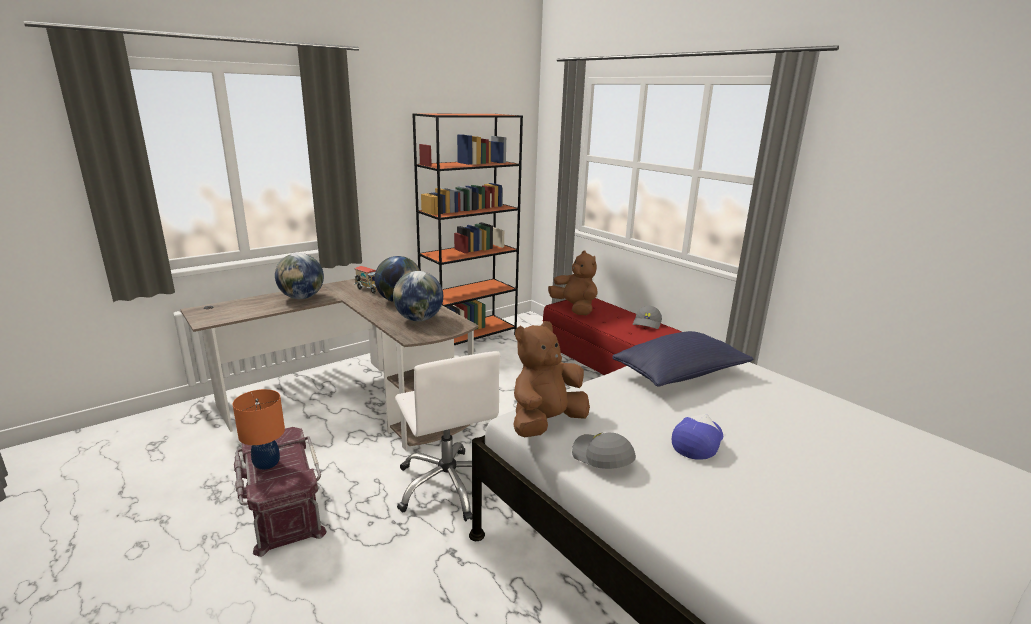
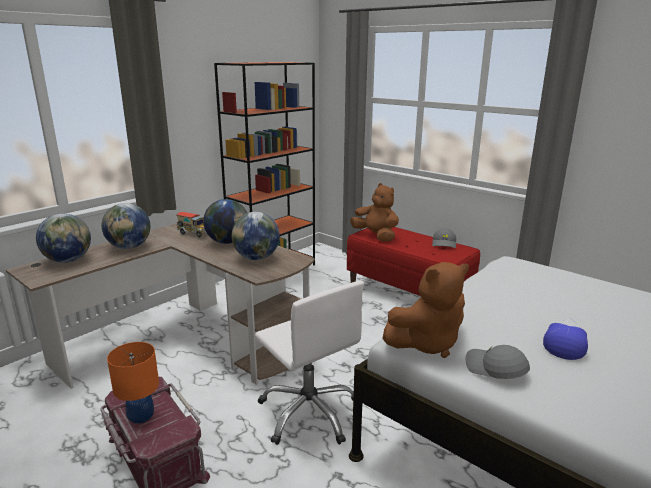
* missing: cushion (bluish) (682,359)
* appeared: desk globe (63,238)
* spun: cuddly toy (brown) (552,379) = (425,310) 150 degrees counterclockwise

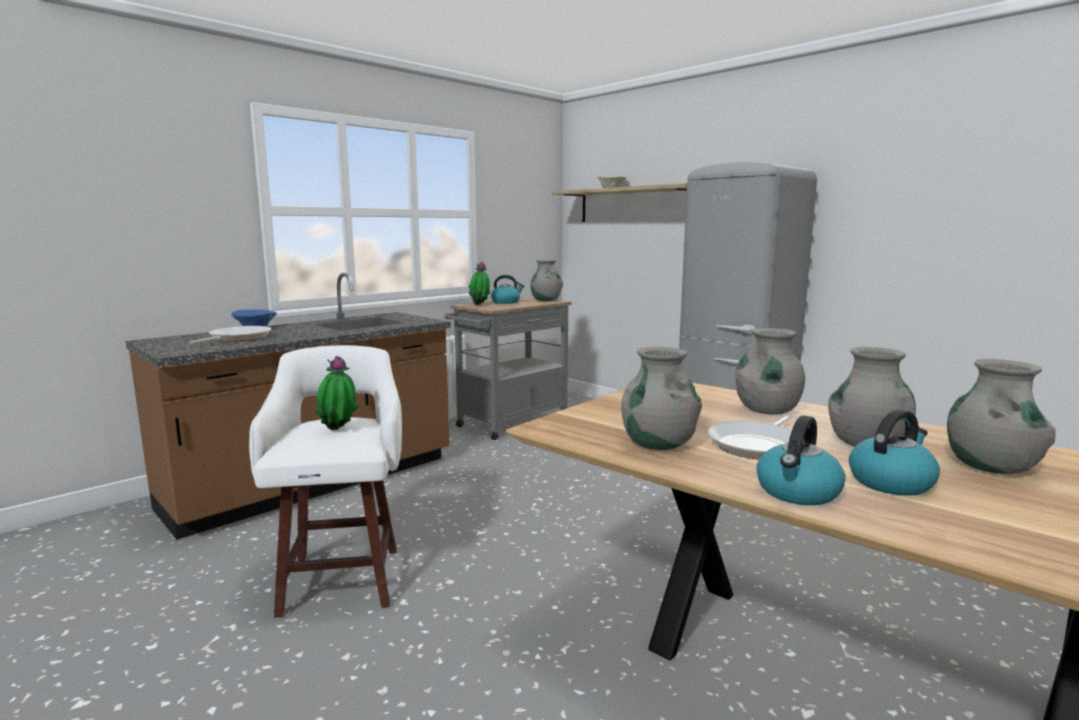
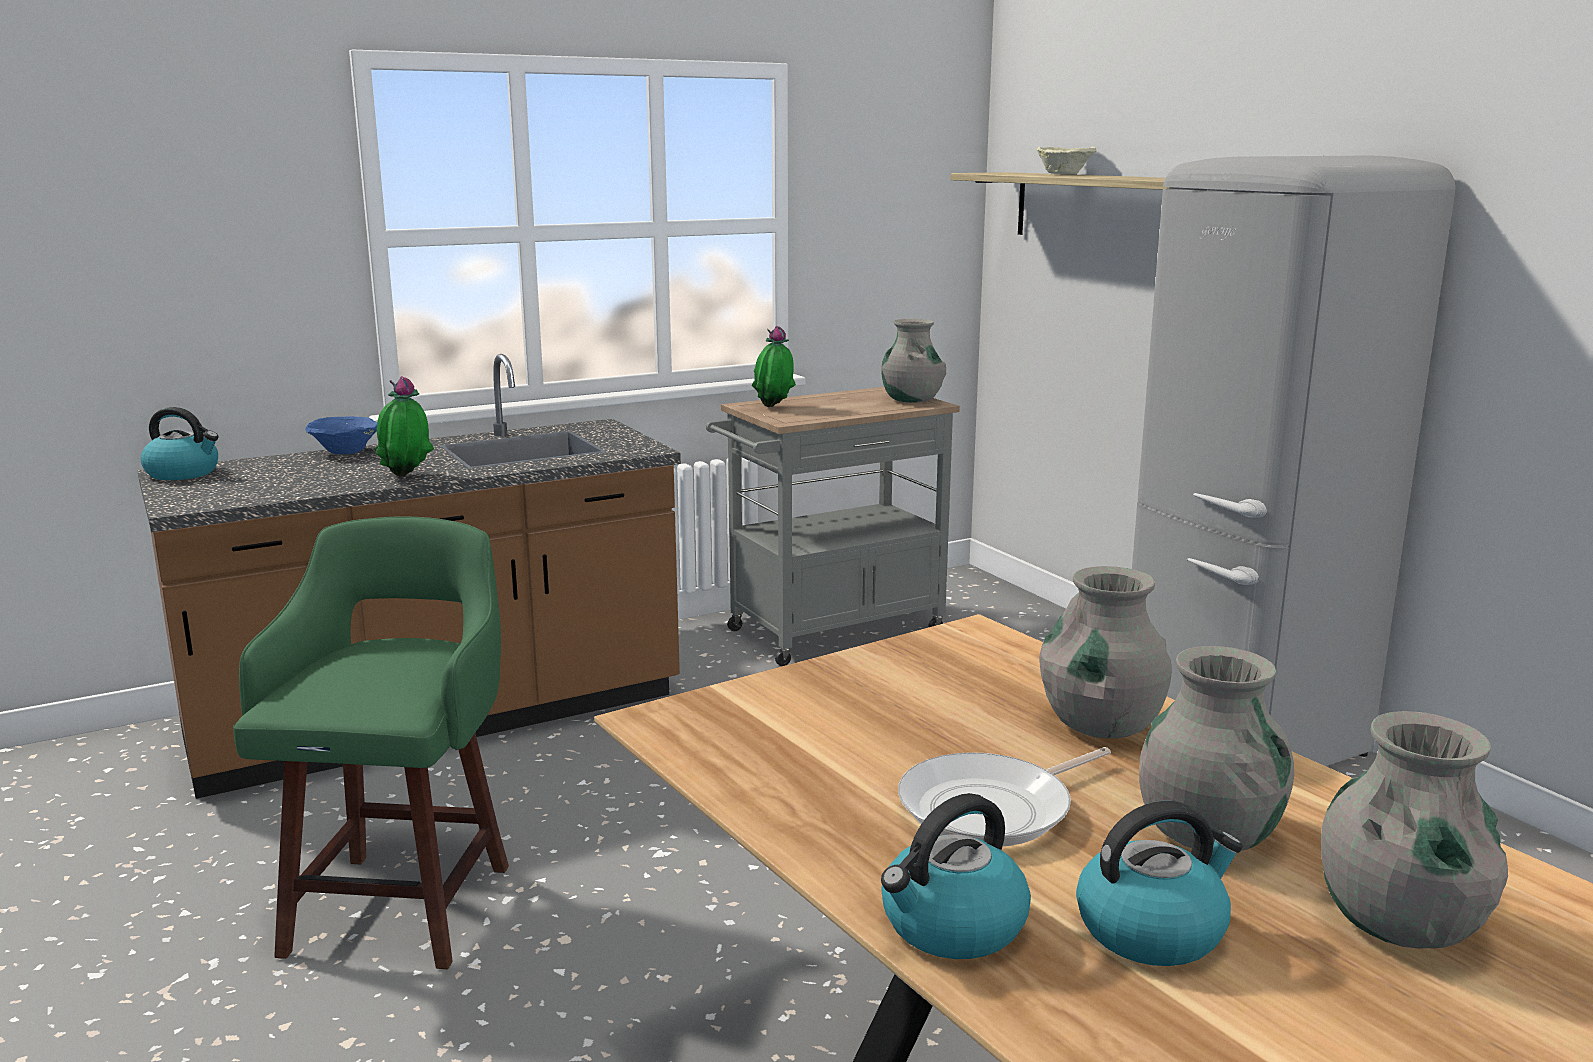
* missing: pan (230,335)
* missing: decorative vase (gray) (661,398)
* relocated: houseplant (337,393) to (404,426)
* relocated: tea kettle (507,289) to (180,443)
* colour: sitting stool (white-coloured) (325,481) to sitting stool (greenish) (371,742)

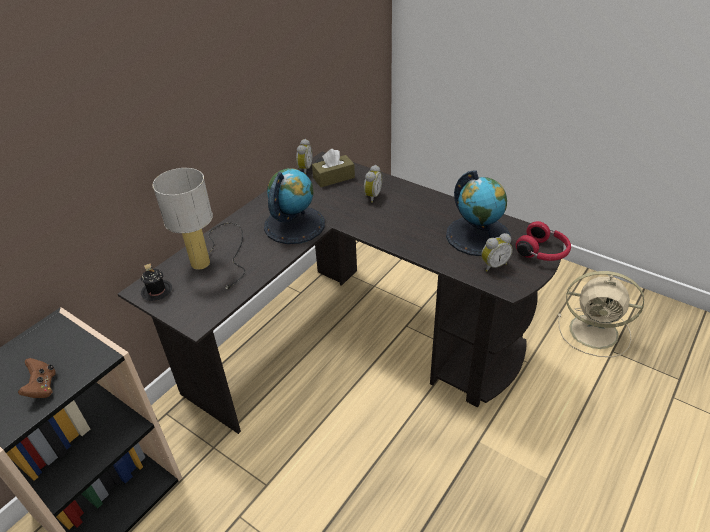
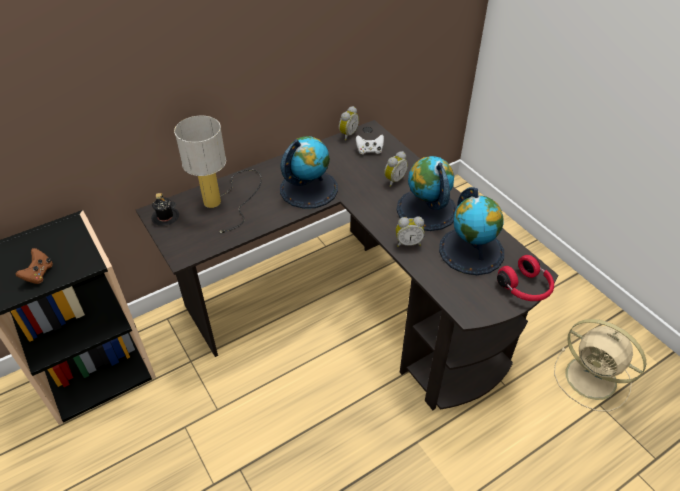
* appeared: desk globe (426,193)
* relocated: table clock (497,252) to (410,231)
* exchanged: tissue box (brown) (333,168) to gamepad (white-coloured) (370,144)

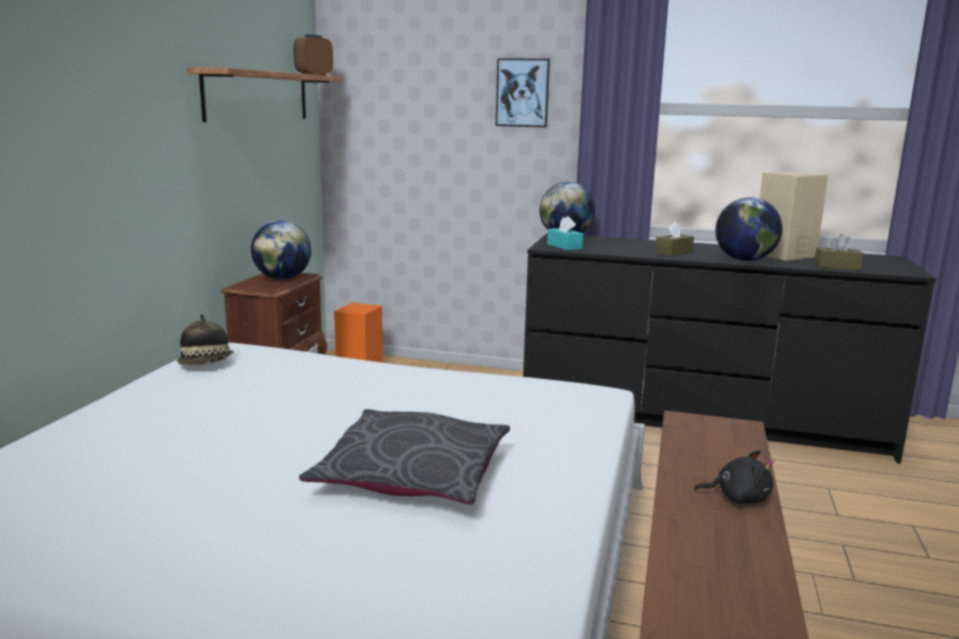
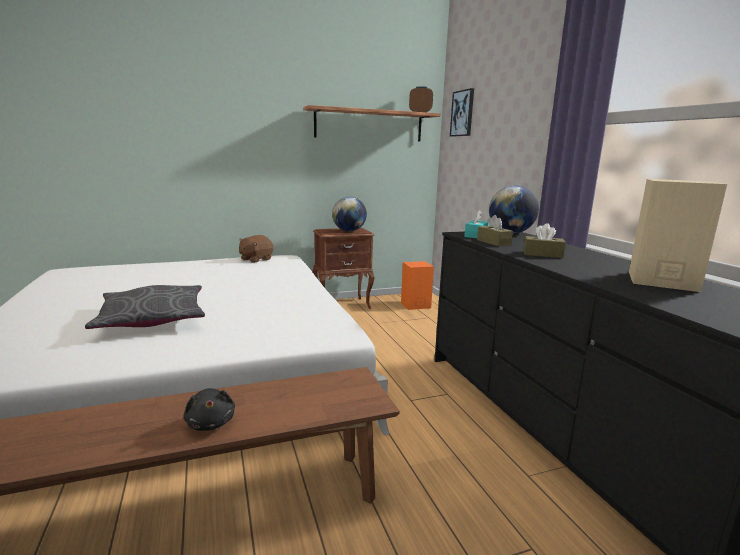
* missing: desk globe (749,229)
* relocated: wall picture (523,92) to (462,112)
* relocated: tissue box (brown) (839,252) to (495,230)
* exchanged: hat (205,339) to cuddly toy (brown) (256,249)

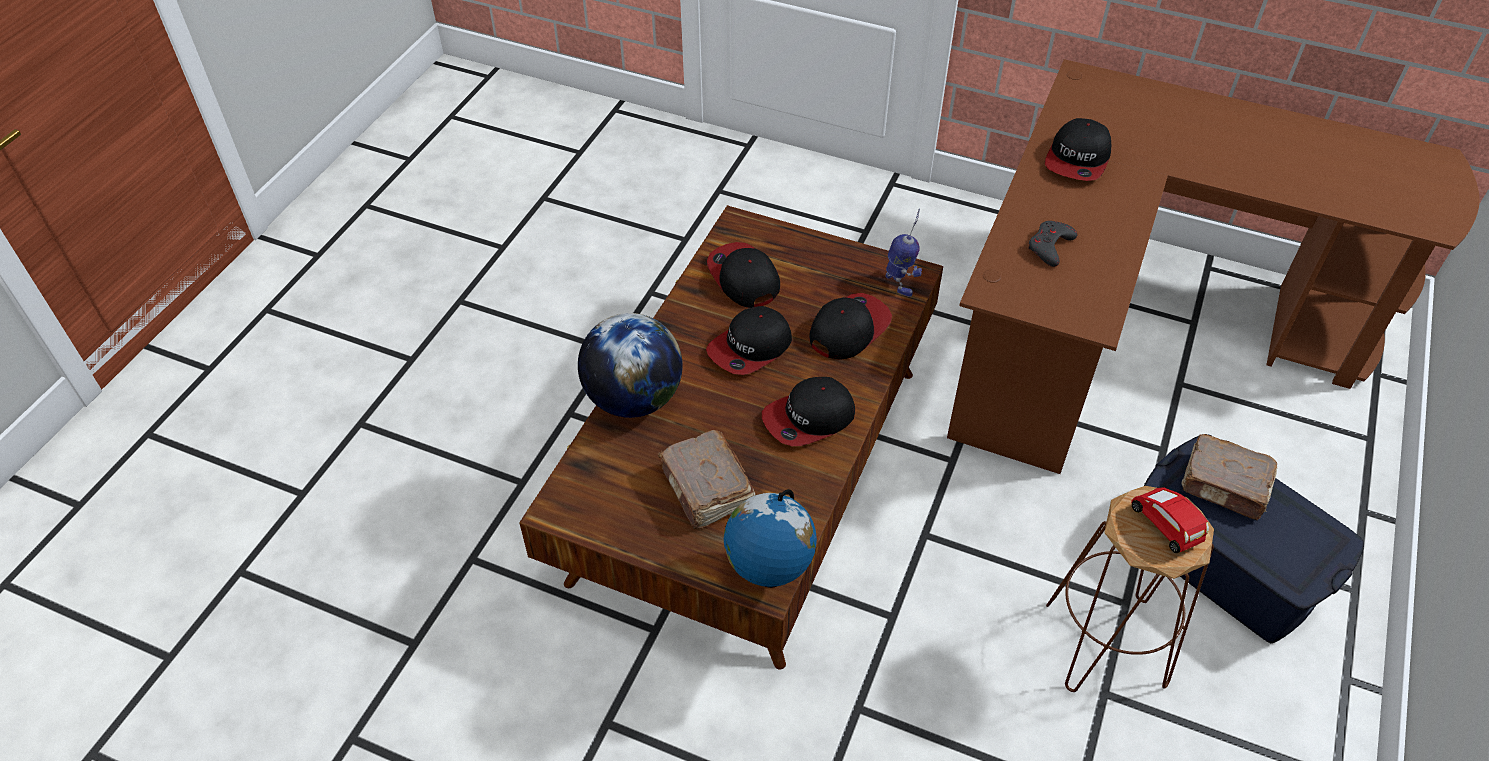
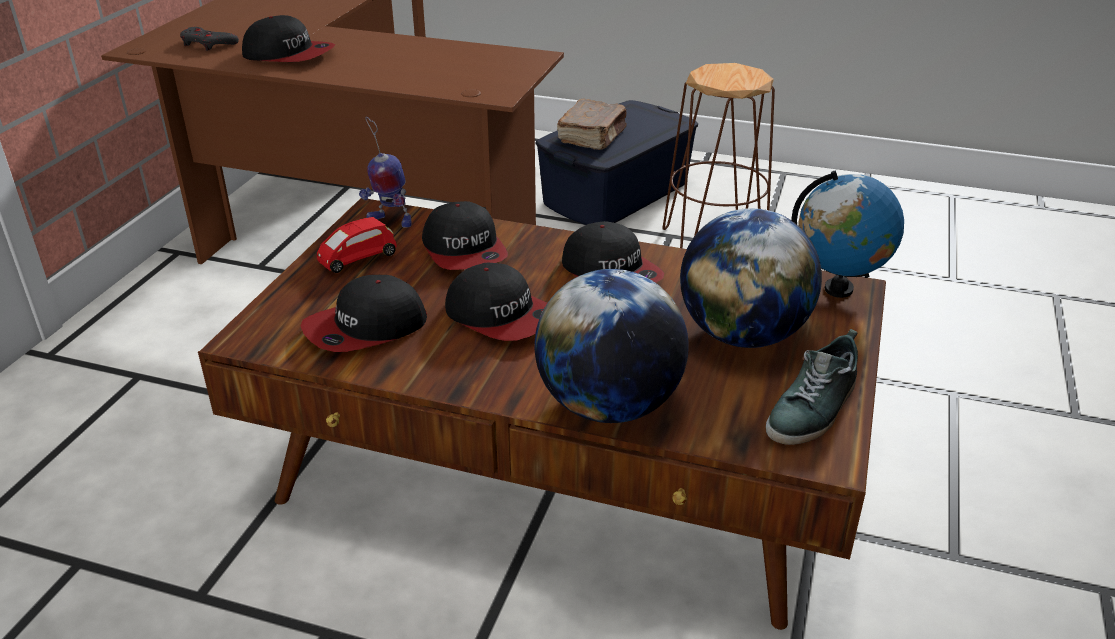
* appeared: item of footwear (812,387)
* relocated: gamepad (gray) (1052,244) to (209,39)
* relocated: miniature car (red-coloured) (1170,520) to (357,245)
* exchanged: volume (brown) (706,479) to desk globe (751,278)
* spun: peaked cap (850,326) = (465,235) 150 degrees counterclockwise
* spun: toy robot (903,253) = (385,171) 135 degrees counterclockwise

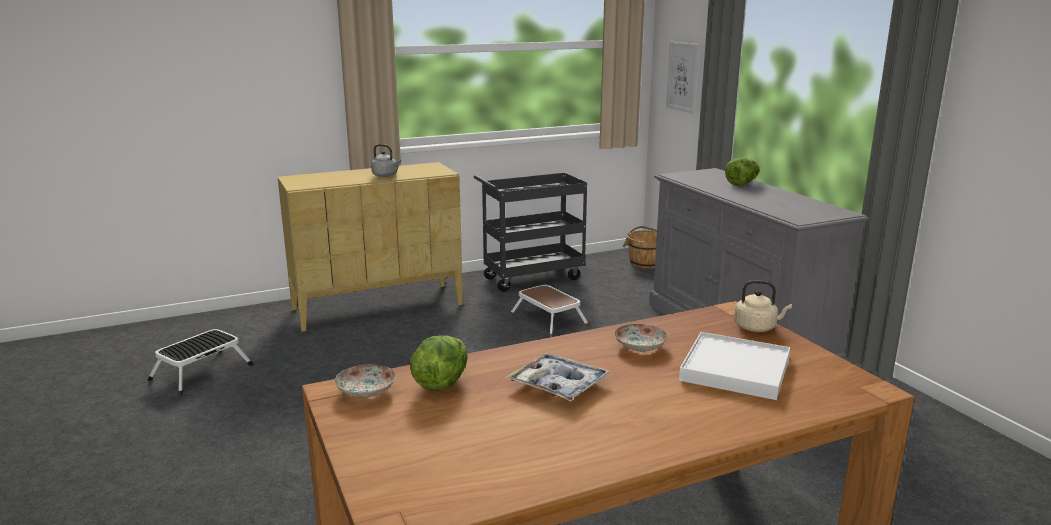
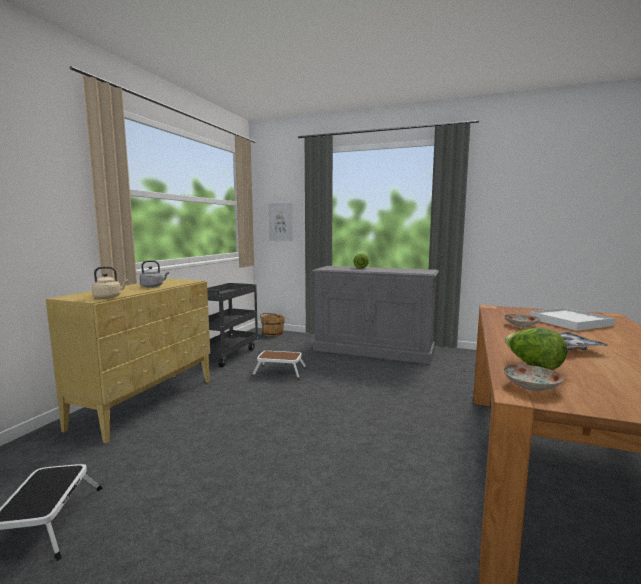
* relocated: tea kettle (beige) (763,306) to (110,283)

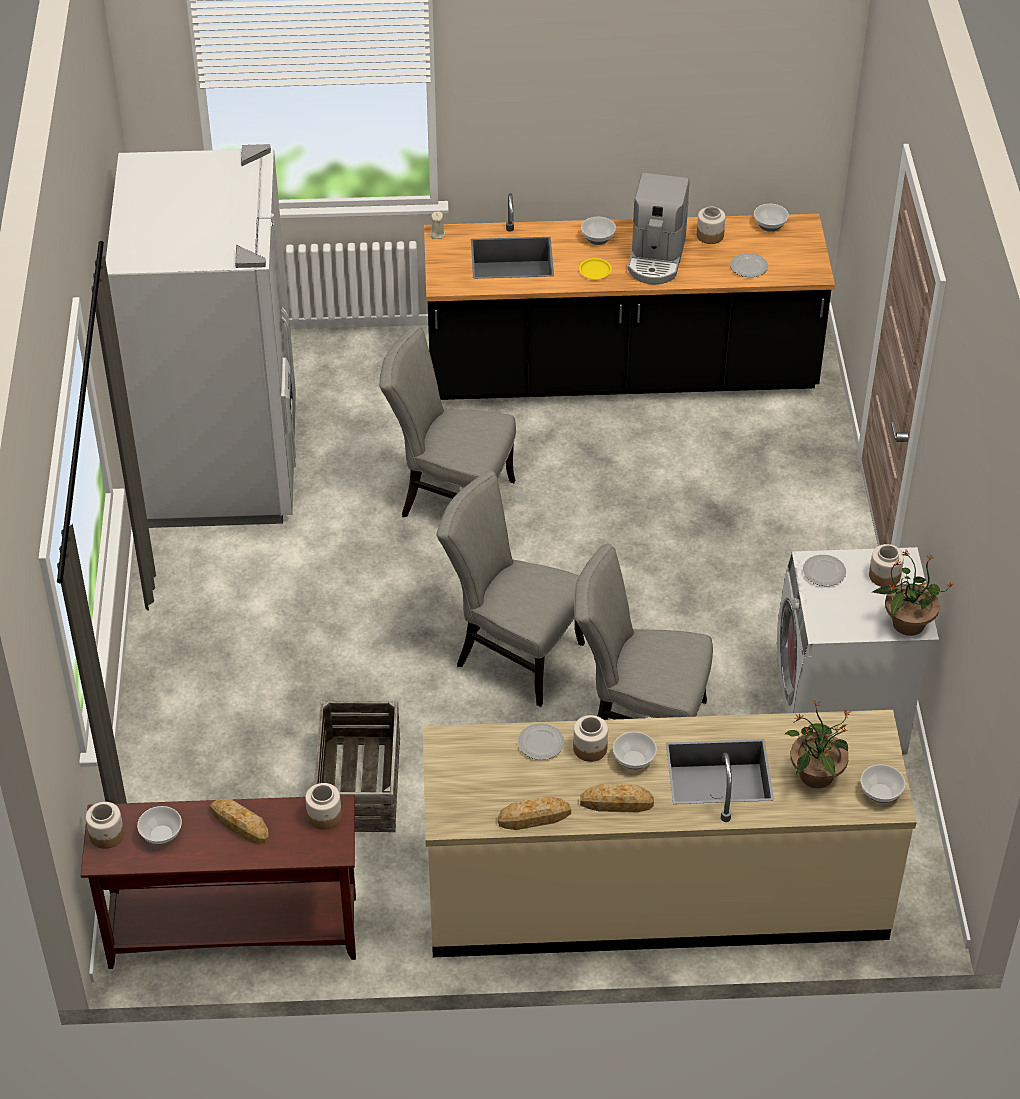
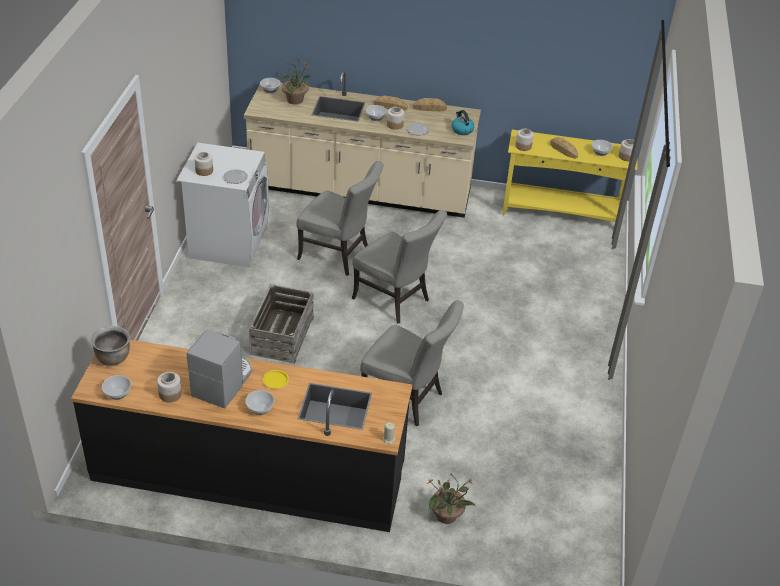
* missing: fridge (white-coloured) (201,336)
* missing: flat dish (749,265)
* appeared: stockpot (brown) (110,346)
* appeared: tea kettle (463,122)
* relocated: shipping crate (357,766) to (281,323)
* relocated: houseplant (913,593) to (451,498)
* colour: narrow table (brown) (218,882) to narrow table (yellow) (569,175)

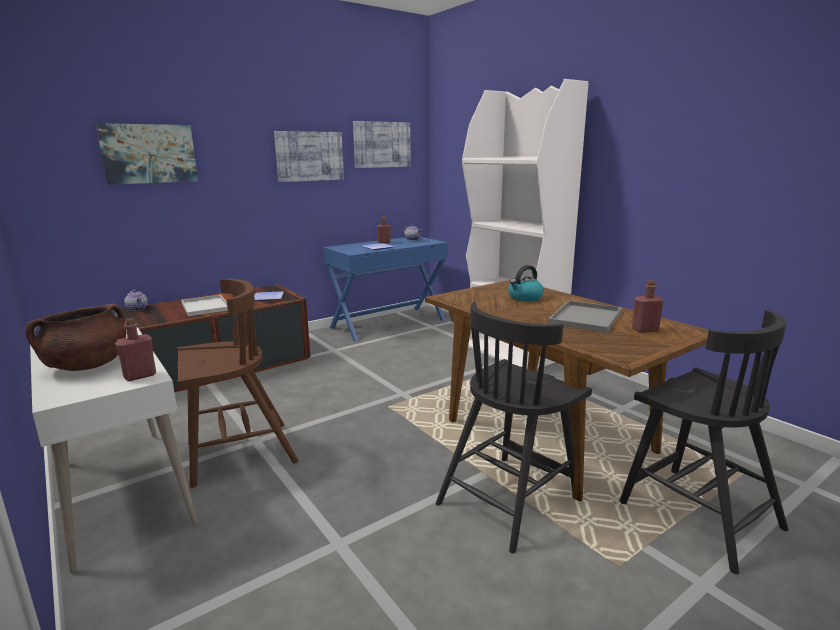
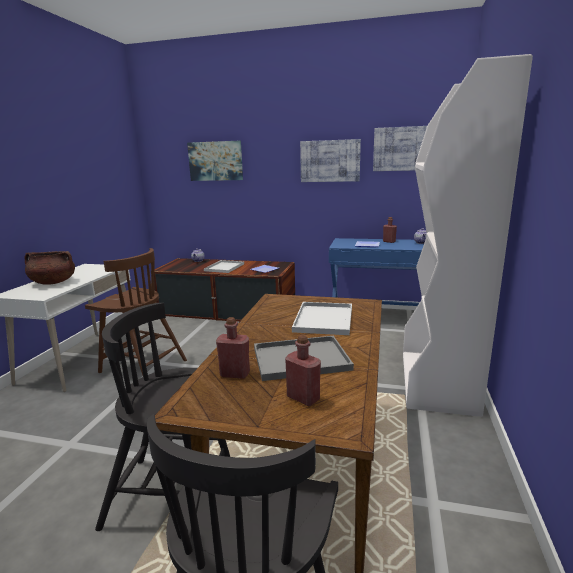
* relocated: beverage bottle (red-coloured) (135,349) to (233,348)
* exchanged: tea kettle (526,283) to tray (white-coloured) (322,318)

